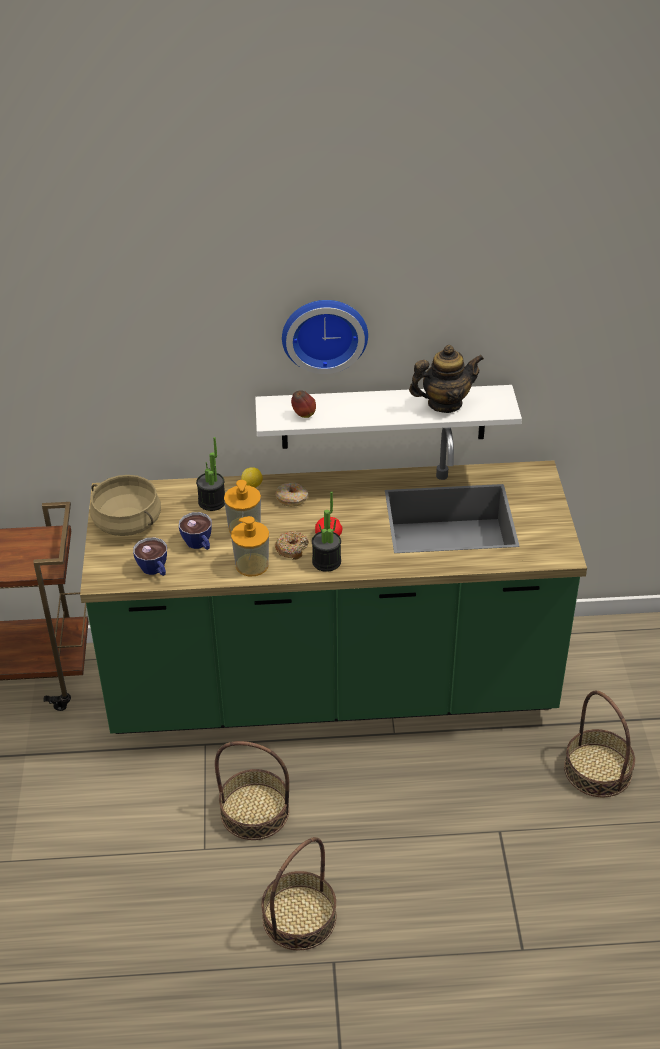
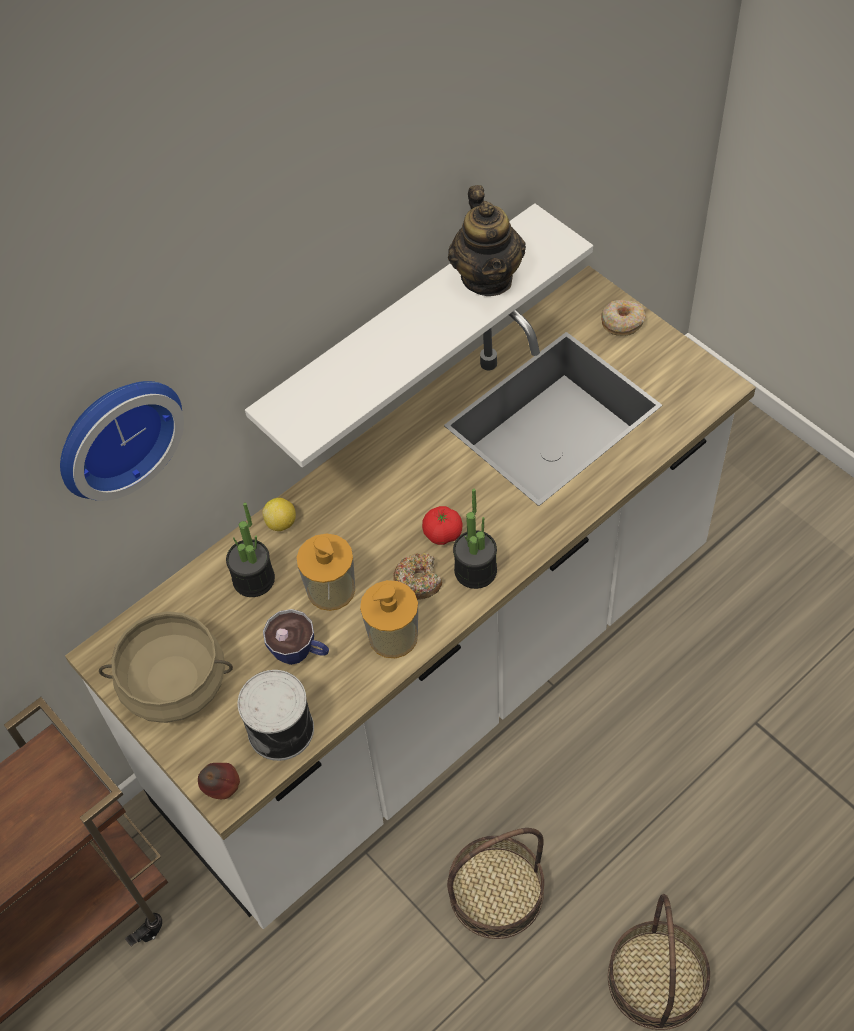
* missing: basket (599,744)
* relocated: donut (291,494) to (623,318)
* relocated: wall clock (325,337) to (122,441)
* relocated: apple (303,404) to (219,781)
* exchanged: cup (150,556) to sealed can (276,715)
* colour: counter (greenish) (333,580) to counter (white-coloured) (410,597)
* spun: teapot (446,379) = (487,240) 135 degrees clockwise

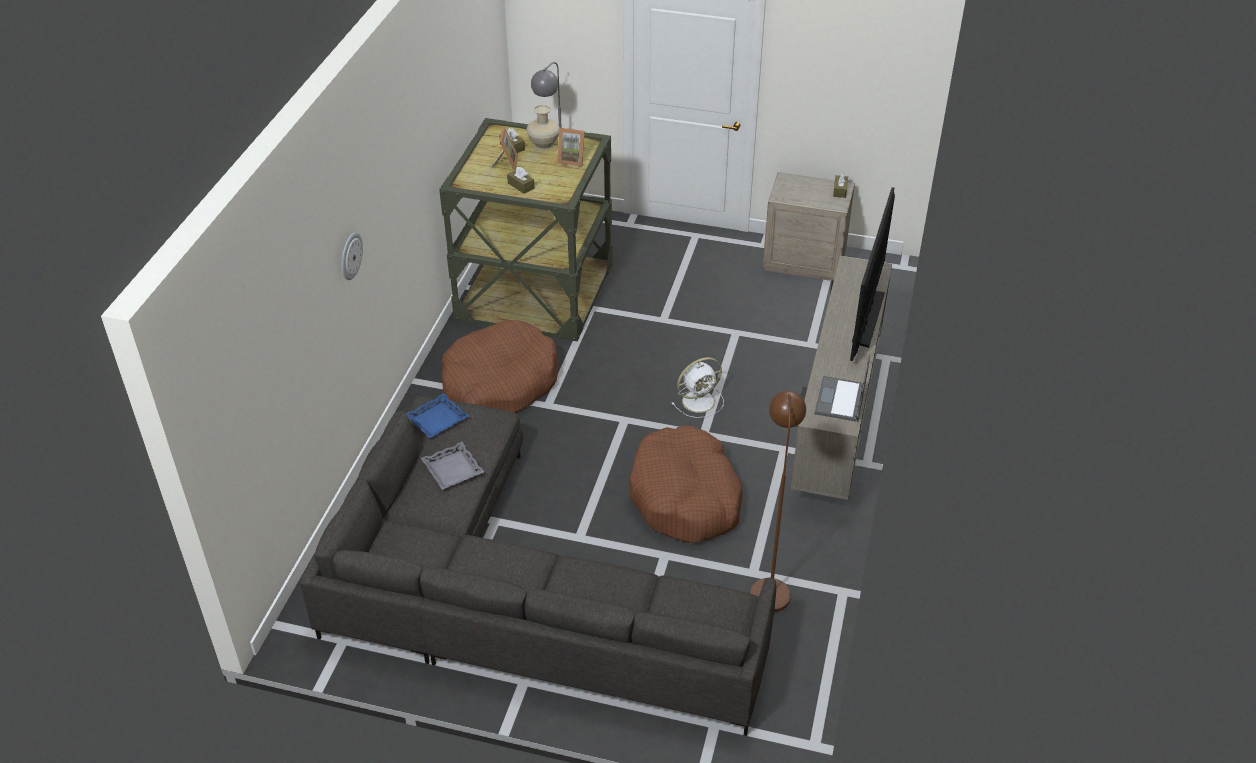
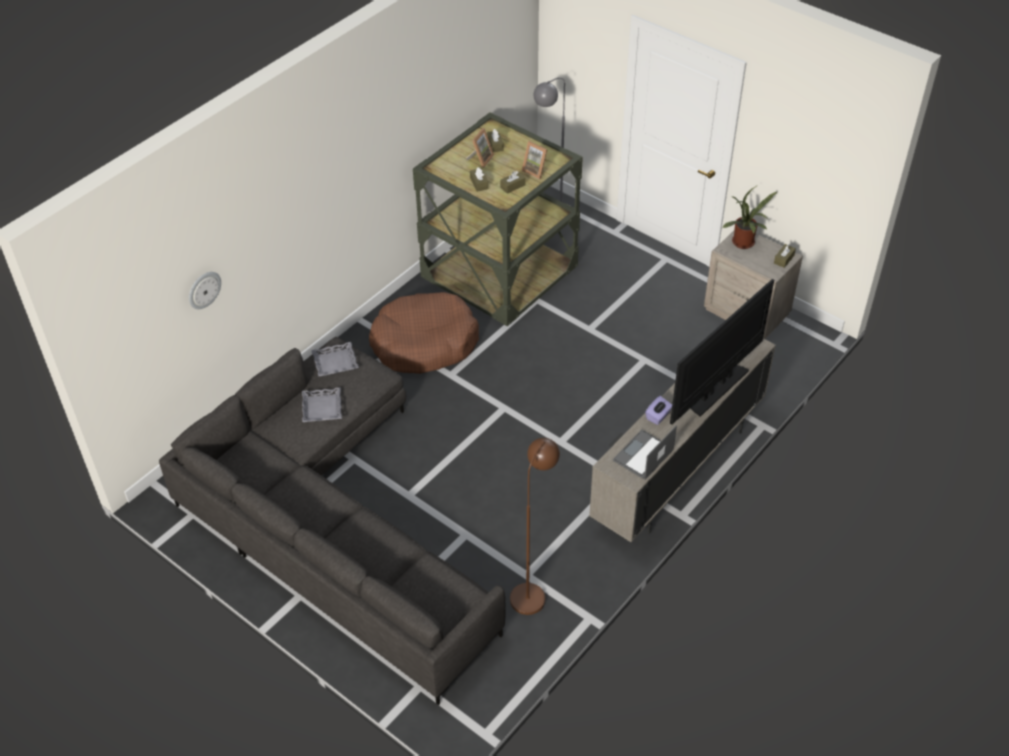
* missing: decorative vase (beige) (543,127)
* missing: dog cushion (brown) (686,484)
* missing: electric fan (white-coloured) (698,387)
* appeared: tissue box (brown) (513,182)
* appeared: tissue box (purple) (658,410)
* appeared: houseplant (750,217)
* relocated: wall clock (352,256) to (205,290)
* colour: tray (bluish) (438,415) to tray (gray) (335,359)

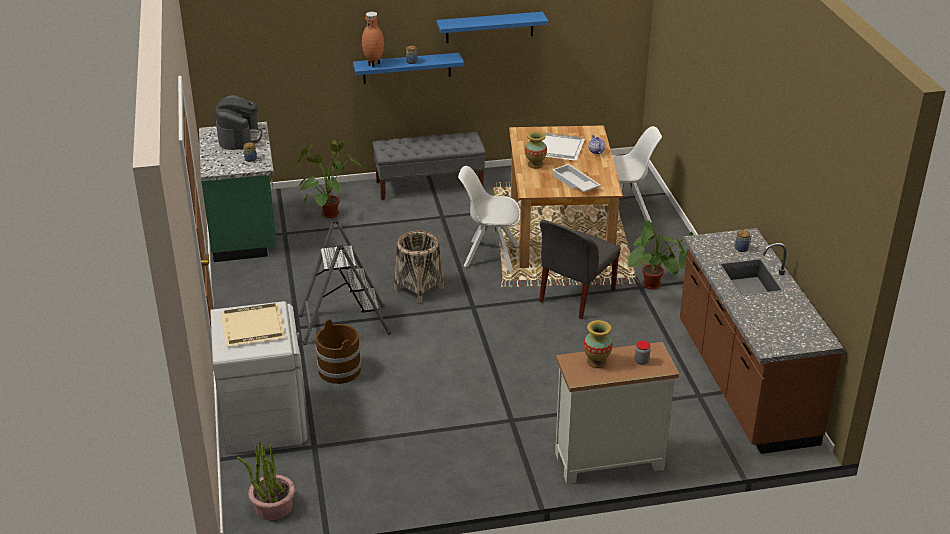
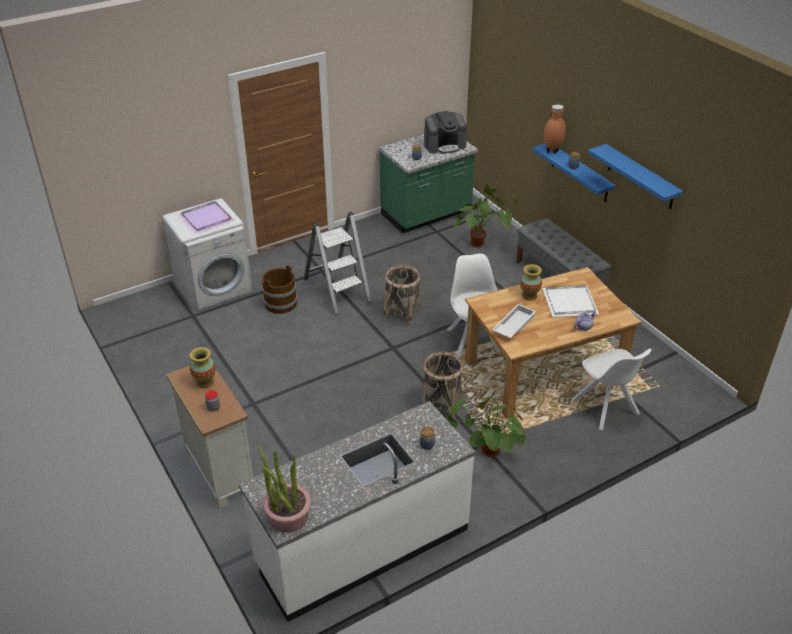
* relocated: houseplant (266,480) to (284,489)
* exchanged: chair (gray) (579,269) to basket (442,385)
* colour: tray (beige) (253,325) to tray (purple) (206,217)
* colour: counter (brown) (762,341) to counter (white-coloured) (357,511)

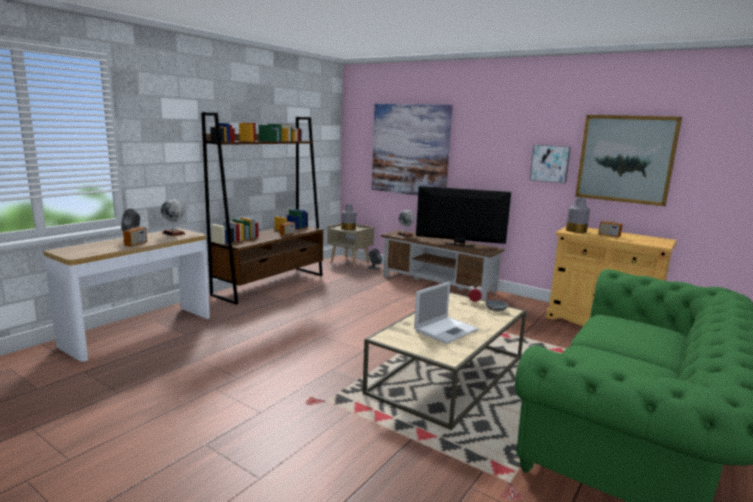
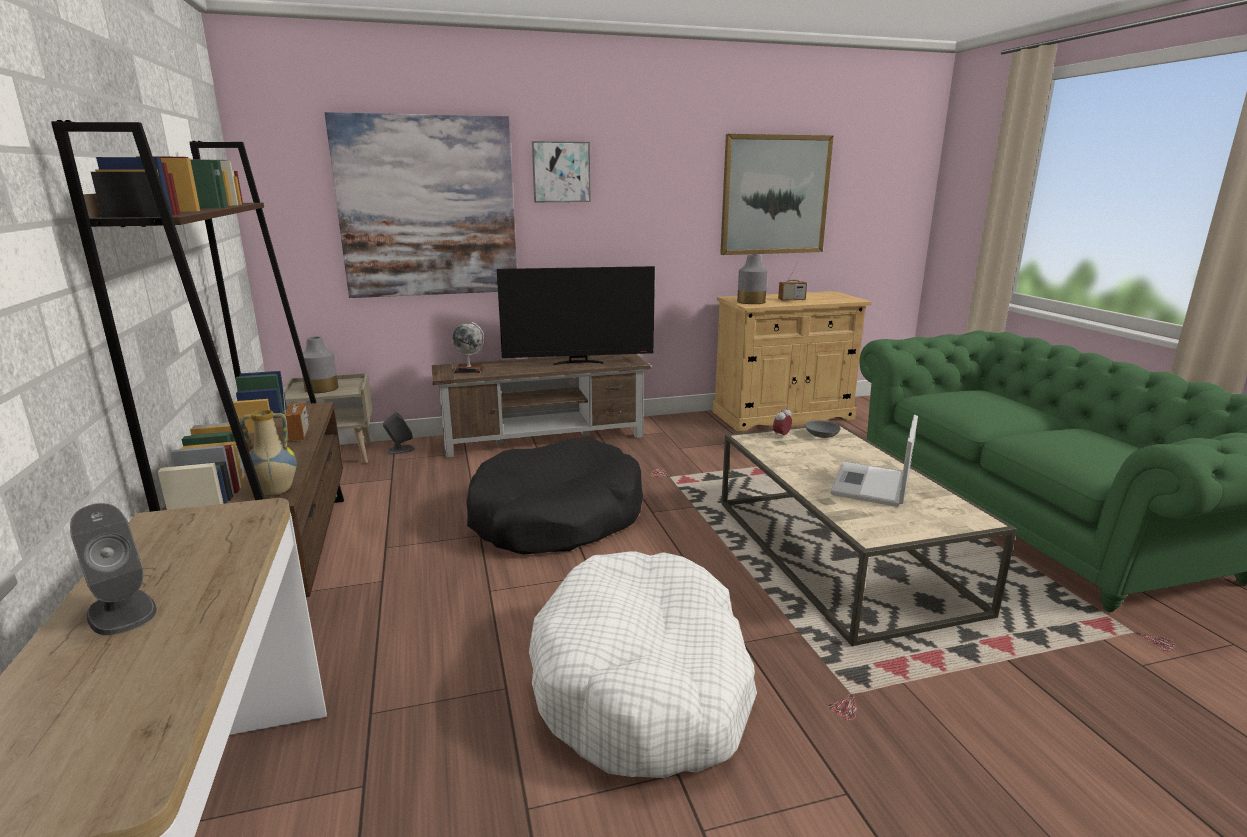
* missing: radio (135,229)
* missing: desk globe (173,217)
* appeared: decorative vase (268,452)
* appeared: dog cushion (black) (554,496)
* appeared: dog cushion (white-coloured) (643,665)
* relocated: wall picture (550,164) to (561,171)
* spun: laptop (446,313) = (874,461) 150 degrees counterclockwise
* spun: television (463,216) = (576,315) 150 degrees counterclockwise

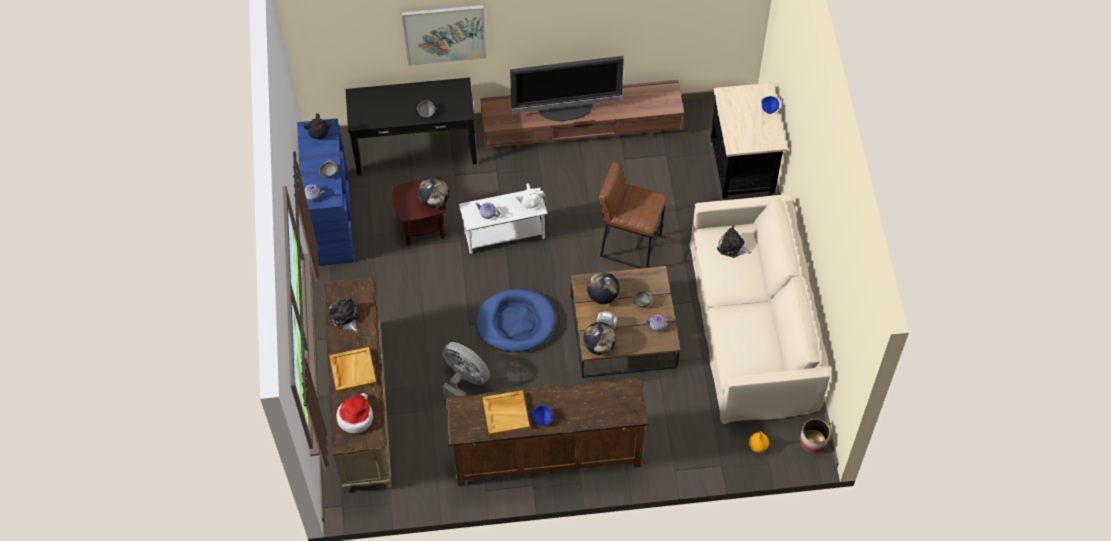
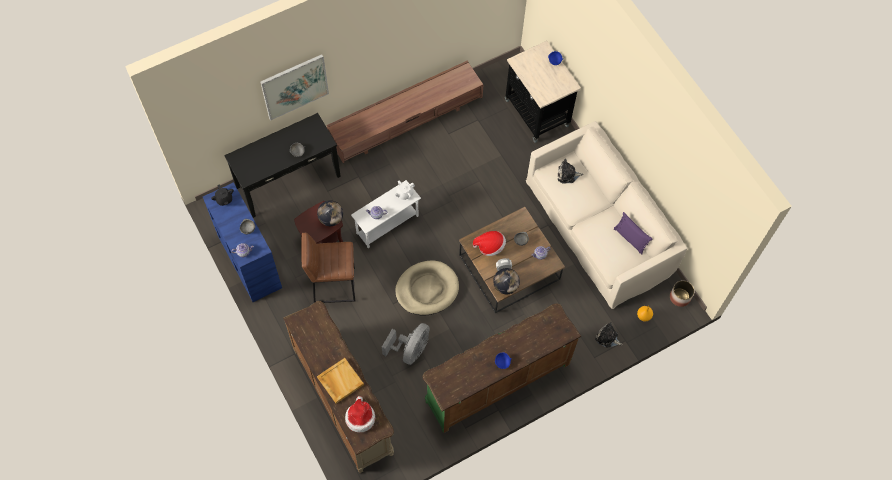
* missing: tray (beige) (506,413)
* missing: television (567,88)
* appeared: cushion (purple) (633,233)
* relocated: cuddly toy (344,314) to (608,335)
* relocated: sitting stool (brown) (633,215) to (328,268)
* exchanged: desk globe (603,288) to hat (489,243)
* colour: dog cushion (bluish) (515,320) to dog cushion (beige) (427,287)
* spun: electric fan (gray) (466,371) = (406,344) 105 degrees clockwise

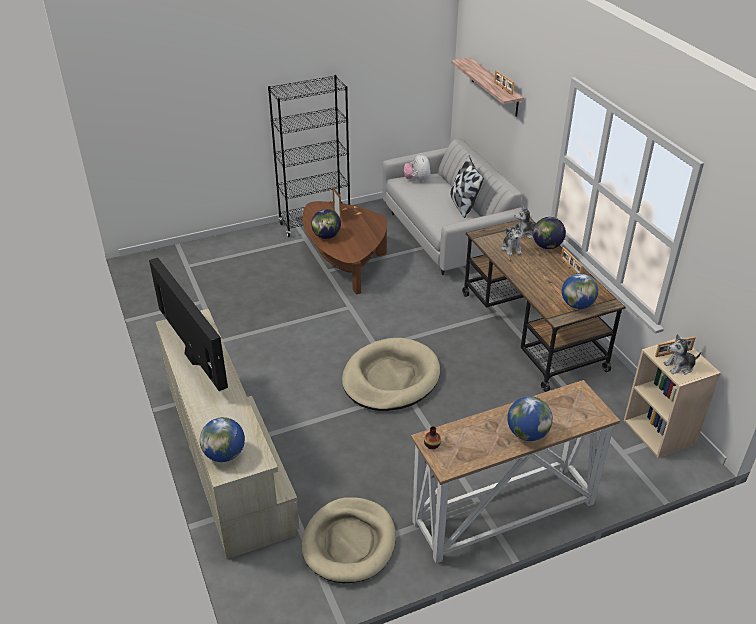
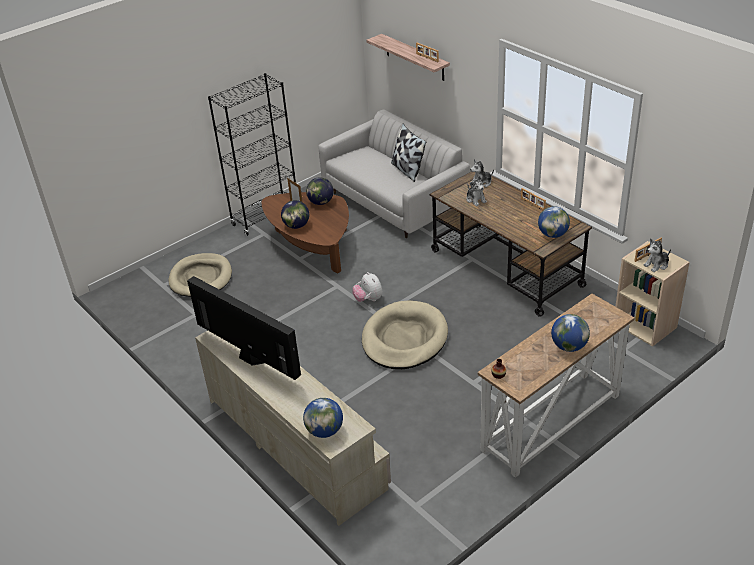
* relocated: dog cushion (beige) (349,540) to (200,275)
* relocated: cuddly toy (417,167) to (367,287)
* relocated: desk globe (549,233) to (320,191)

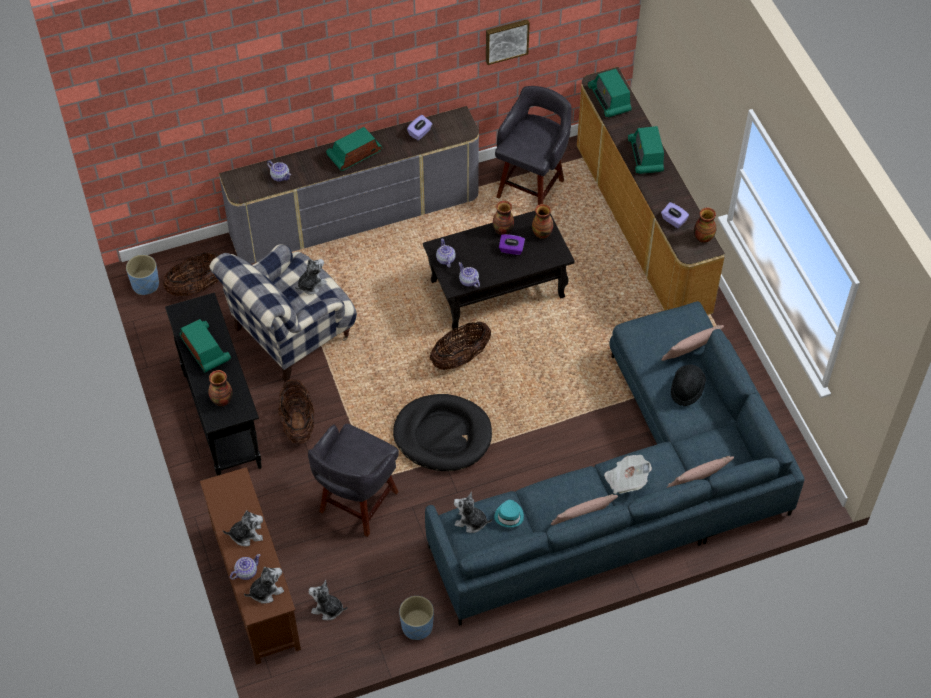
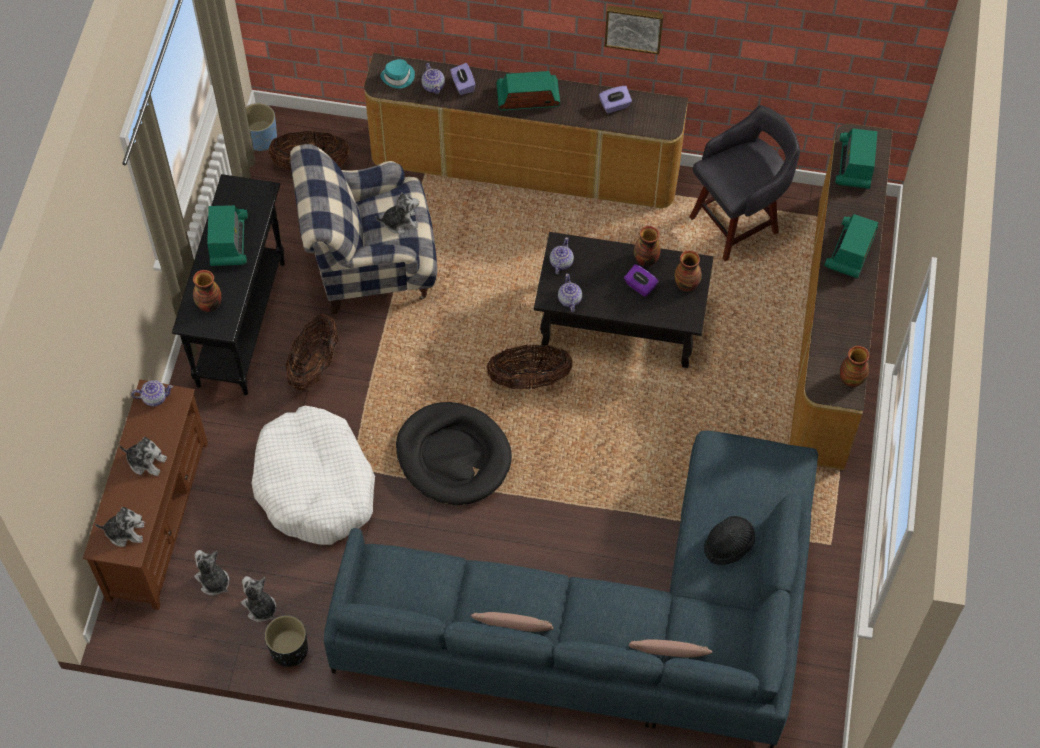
* missing: daily paper (628,474)
* missing: cushion (beige) (692,343)
* relocated: teapot (245,567) to (152,393)
* relocated: cuddly toy (473,512) to (258,599)
* relocated: wall picture (508,42) to (634,30)
* relocated: hat (blue-green) (509,513) to (397,74)
* relocated: tissue box (purple) (675,215) to (462,79)
* exchanged: sitting stool (gray) (353,480) to dog cushion (white-coloured) (313,475)
* colour: storage cabinet (gray) (349,185) to storage cabinet (brown) (526,130)
* colour: flower pot (bluish) (416,618) to flower pot (black) (286,641)

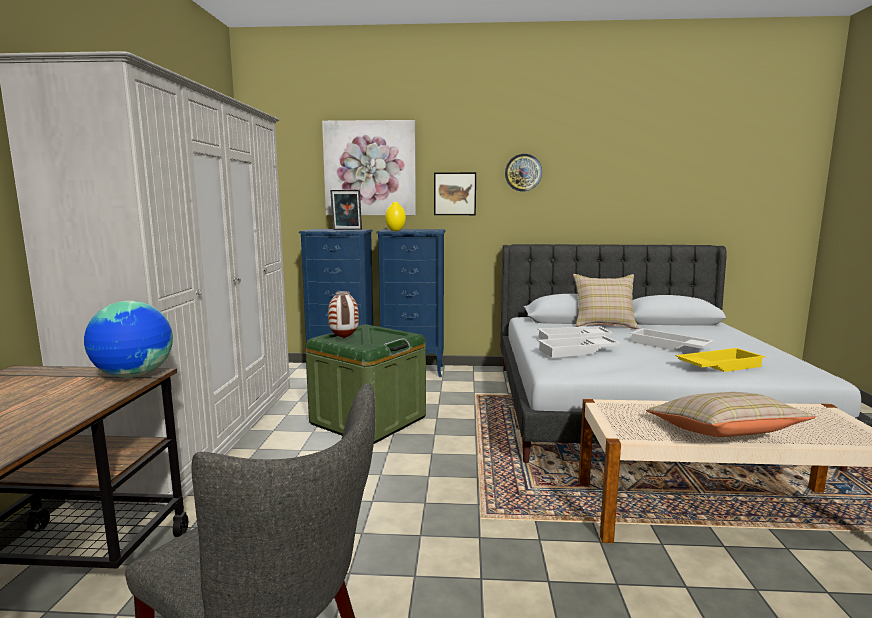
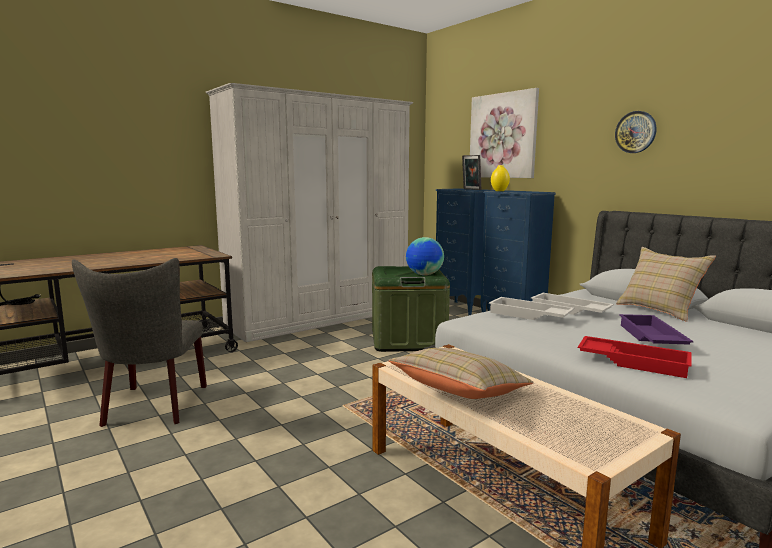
* missing: decorative vase (343,315)
* missing: wall picture (455,193)
* relocated: desk globe (128,339) to (425,256)
* colour: tray (white-coloured) (672,339) to tray (purple) (656,329)
* colour: tray (yellow) (720,360) to tray (red-coloured) (635,357)

